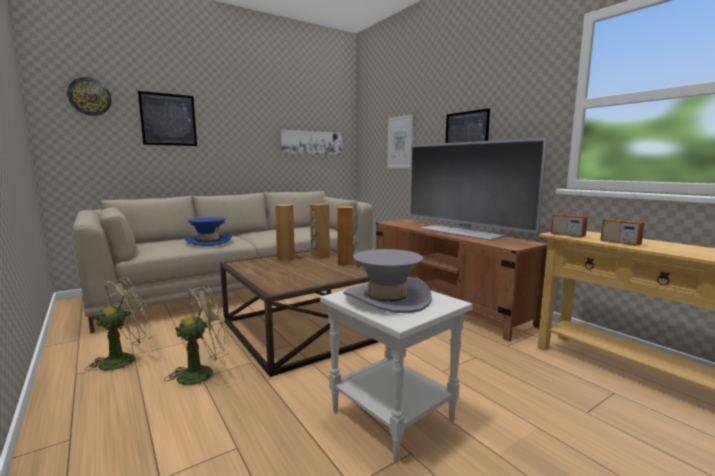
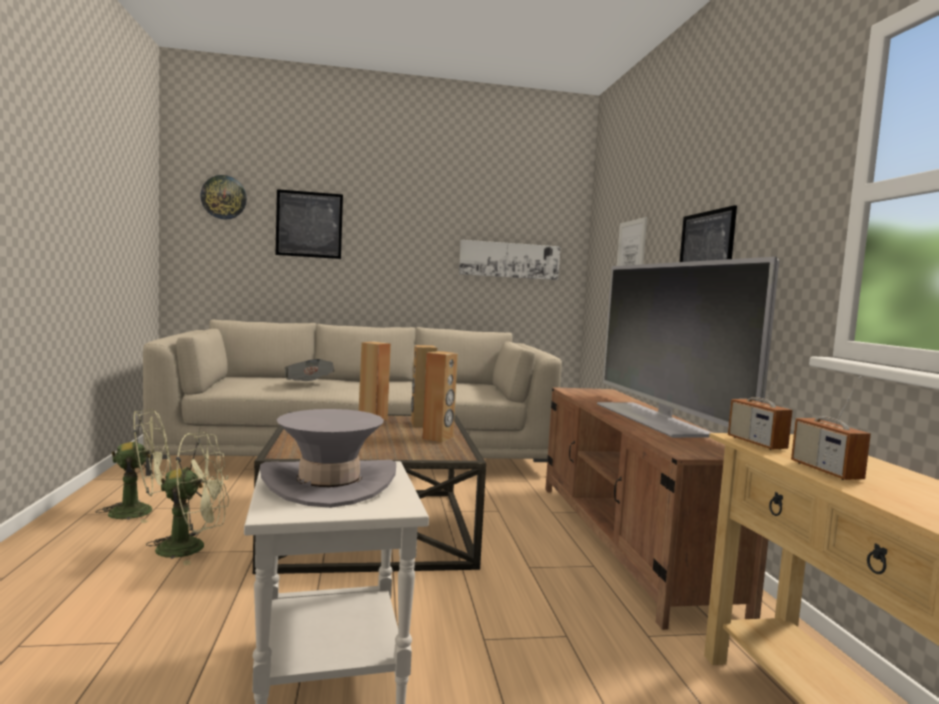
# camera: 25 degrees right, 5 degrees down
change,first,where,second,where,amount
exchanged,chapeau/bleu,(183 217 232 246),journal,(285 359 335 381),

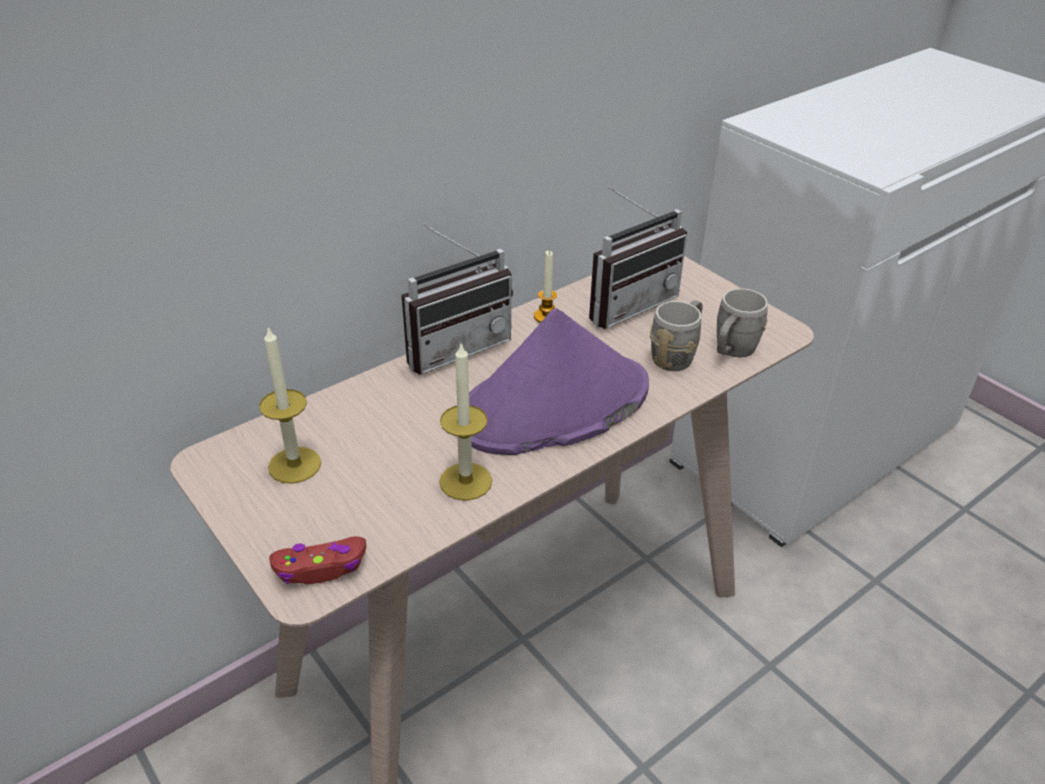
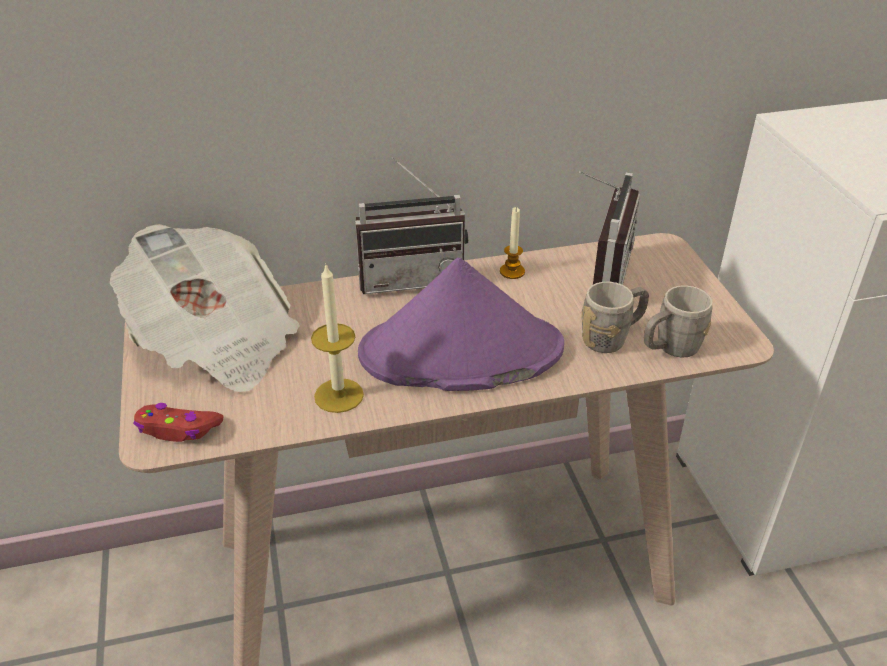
# camera: 25 degrees right, 0 degrees up
change,first,where,second,where,amount
exchanged,bougie,(259 326 321 484),journal,(110 224 300 392),
spun,radio,(589 186 687 329),,(579 171 640 285),60 degrees counterclockwise

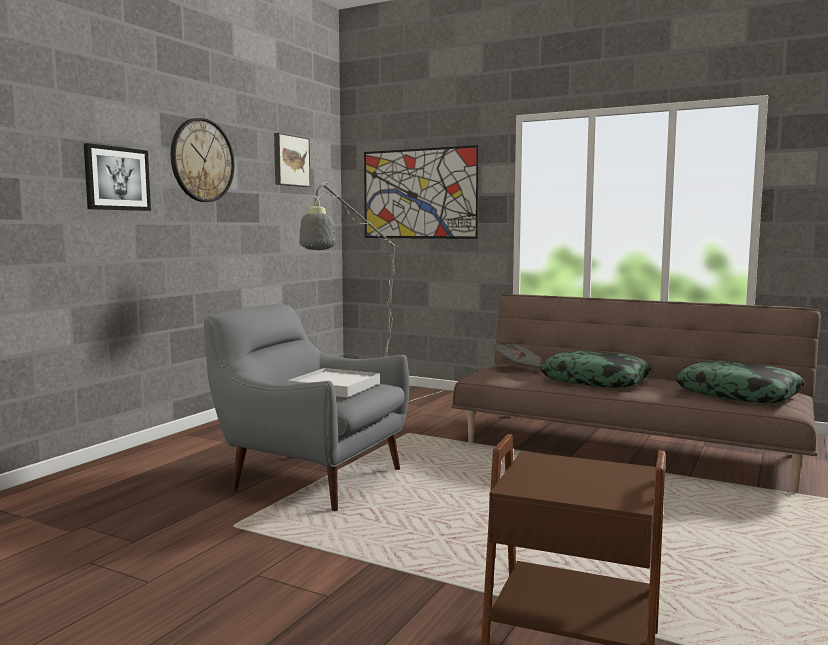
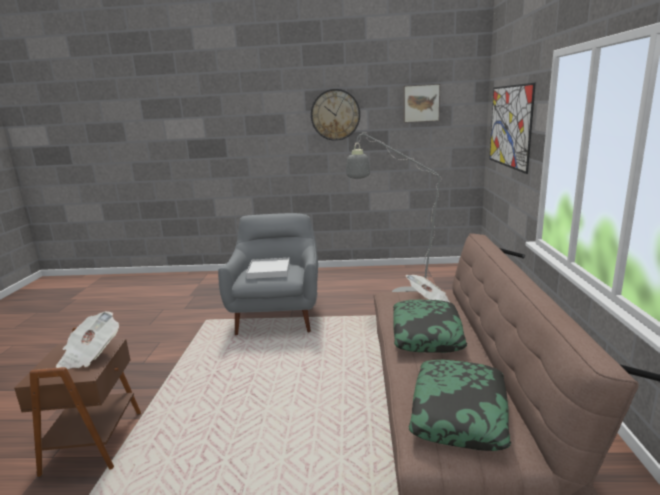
# camera: 65 degrees right, 10 degrees up
change,first,where,second,where,amount
appeared,,,journal,(56 311 119 369),
missing,tableau,(84 143 151 211),,,

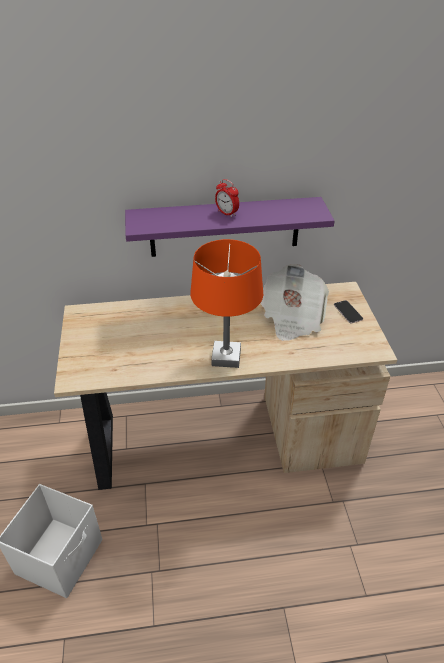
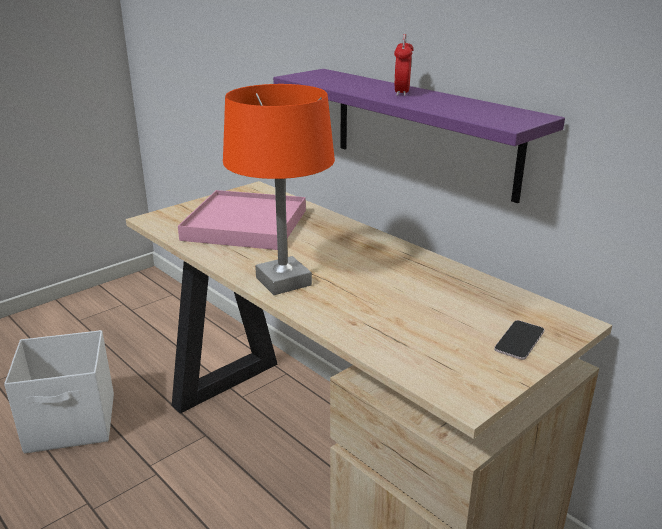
# camera: 55 degrees right, 15 degrees down
change,first,where,second,where,amount
appeared,,,plateau/rose,(178 190 306 250),
missing,journal,(261 264 329 341),,,

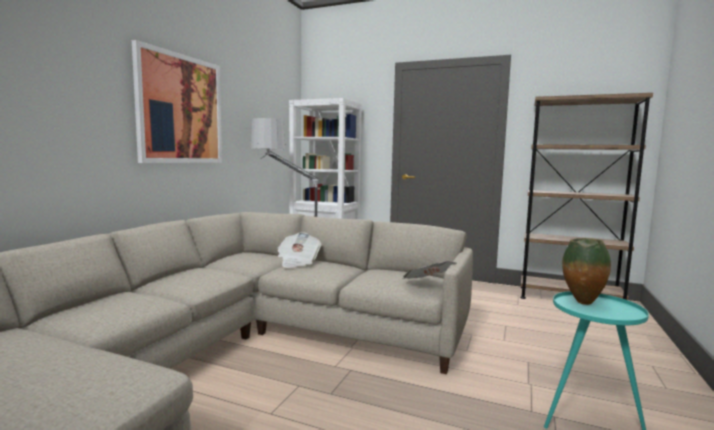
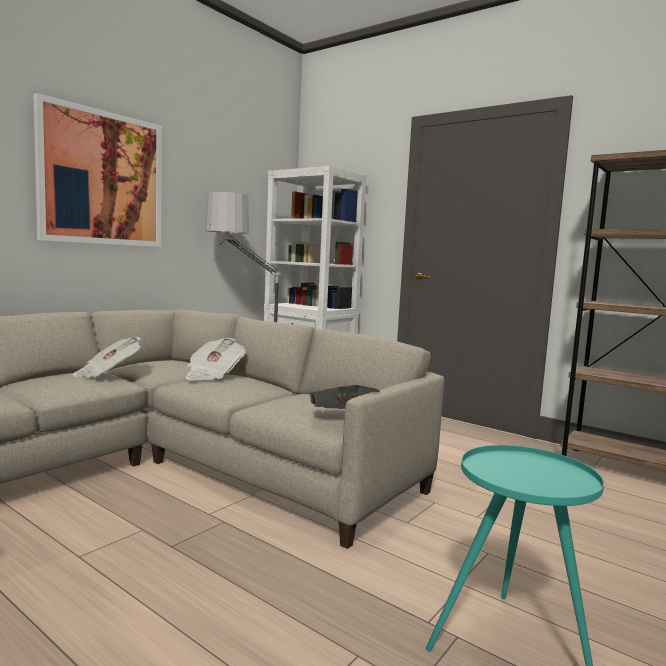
# camera: 15 degrees right, 0 degrees up
change,first,where,second,where,amount
appeared,,,journal,(72 337 141 378),
missing,vase,(562 238 611 305),,,

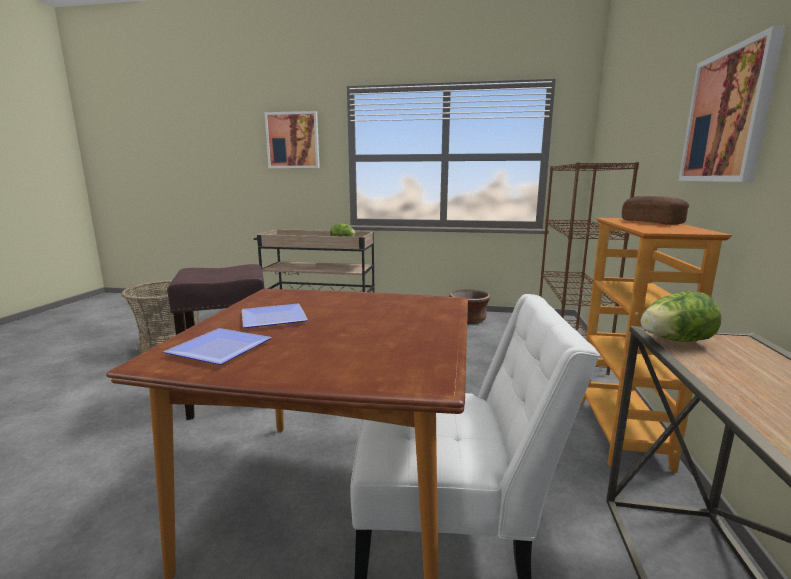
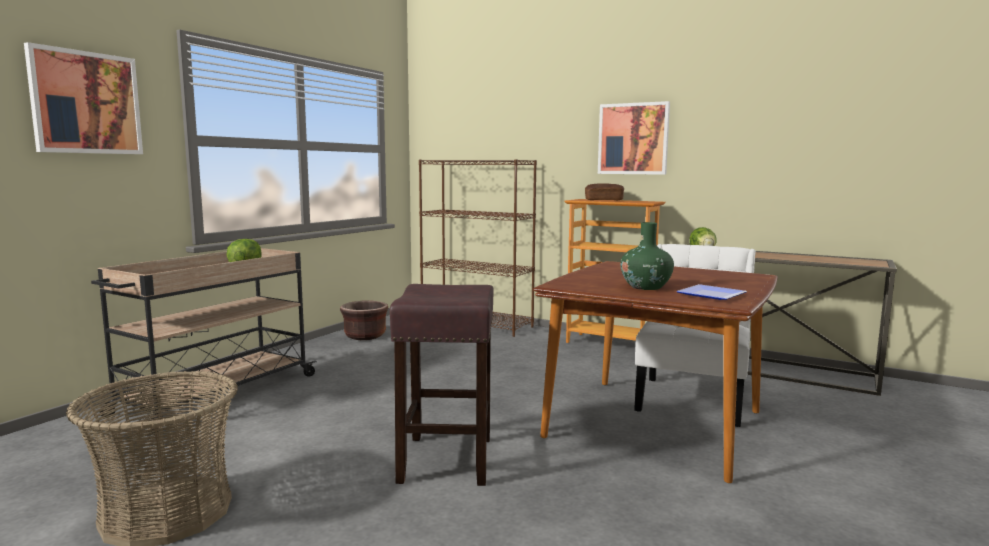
# camera: 70 degrees left, 5 degrees down
change,first,where,second,where,amount
exchanged,assiette,(242 304 308 328),vase/vert,(621 222 674 290),

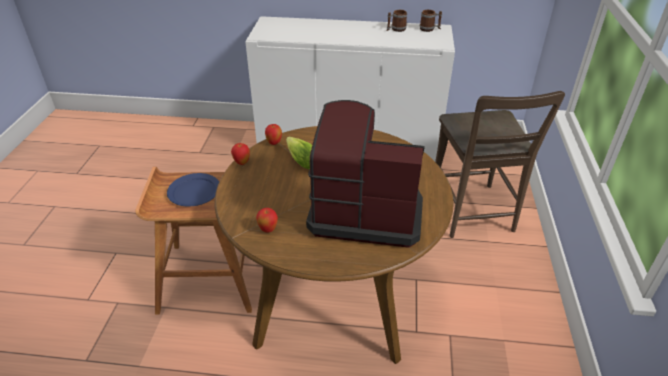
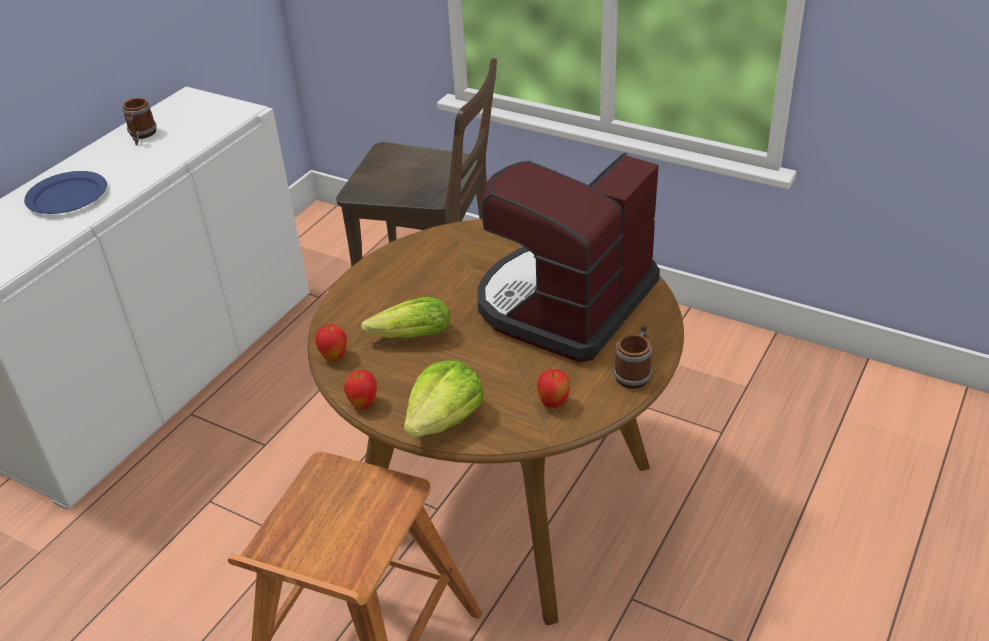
# camera: 65 degrees left, 0 degrees up
change,first,where,second,where,amount
relocated,assiette/bleu,(167 173 219 207),,(24 171 107 214),
appeared,,,laitue,(404 360 483 438),
relocated,mug,(420 10 442 32),,(613 324 652 389),

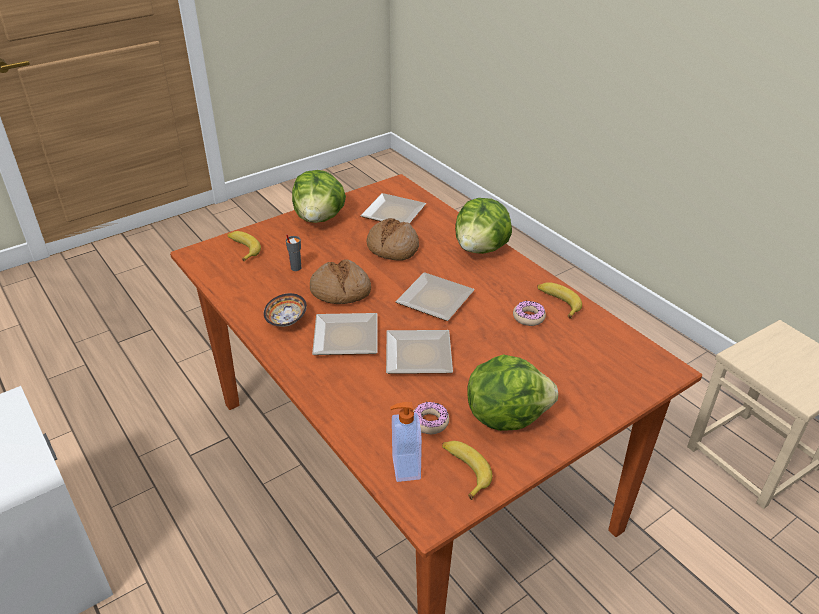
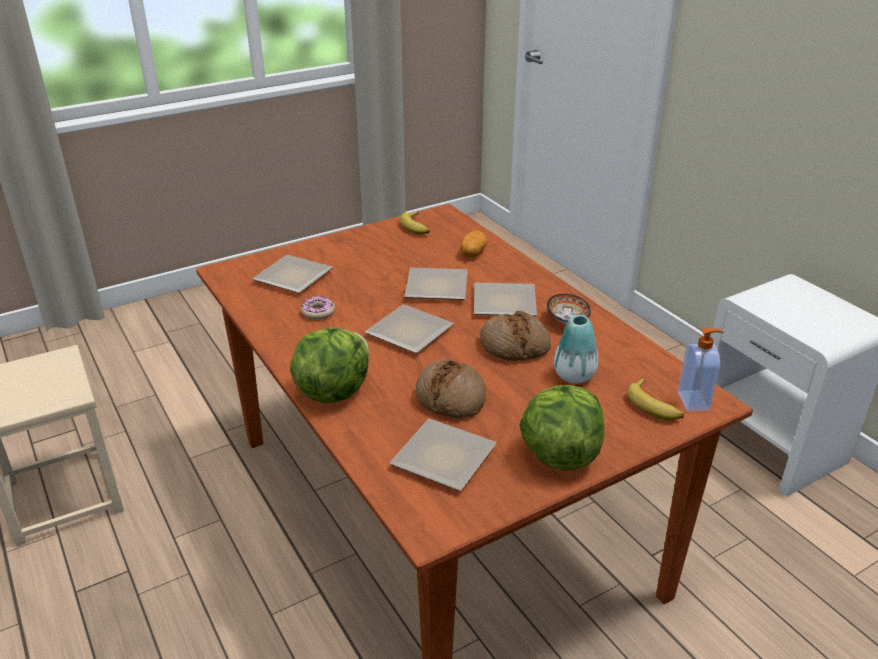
# camera: 175 degrees left, 5 degrees down
change,first,where,second,where,amount
appeared,,,assiette,(252 255 333 293),
appeared,,,pomme de terre,(461 230 488 257),
exchanged,tasse/gris,(286 234 301 271),vase,(554 315 598 383),
relocated,distributeur de savon,(390 402 422 482),,(678 328 723 411),
missing,beignet,(413 402 449 434),,,
missing,laitue,(467 354 558 431),,,
missing,banane,(537 282 582 319),,,

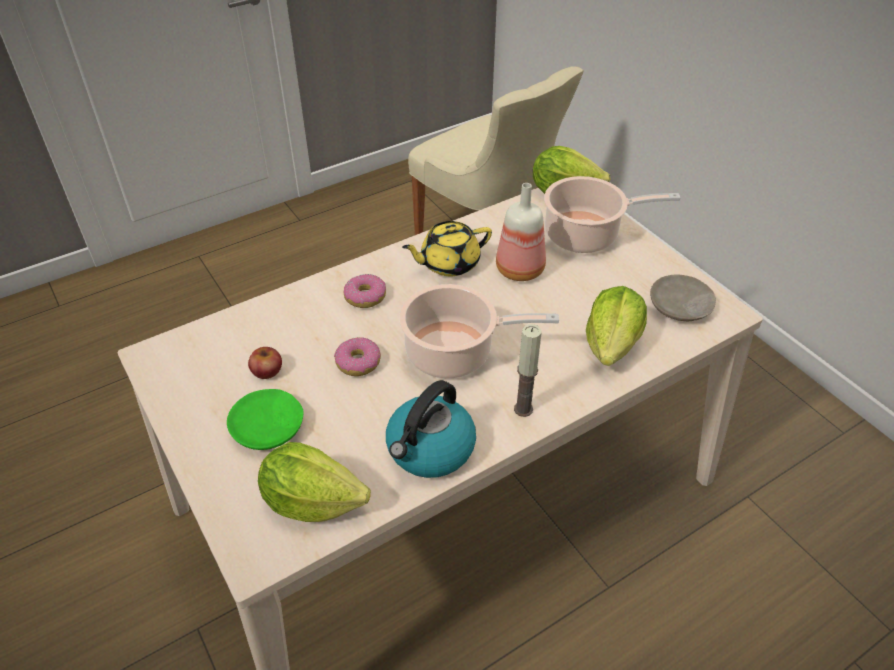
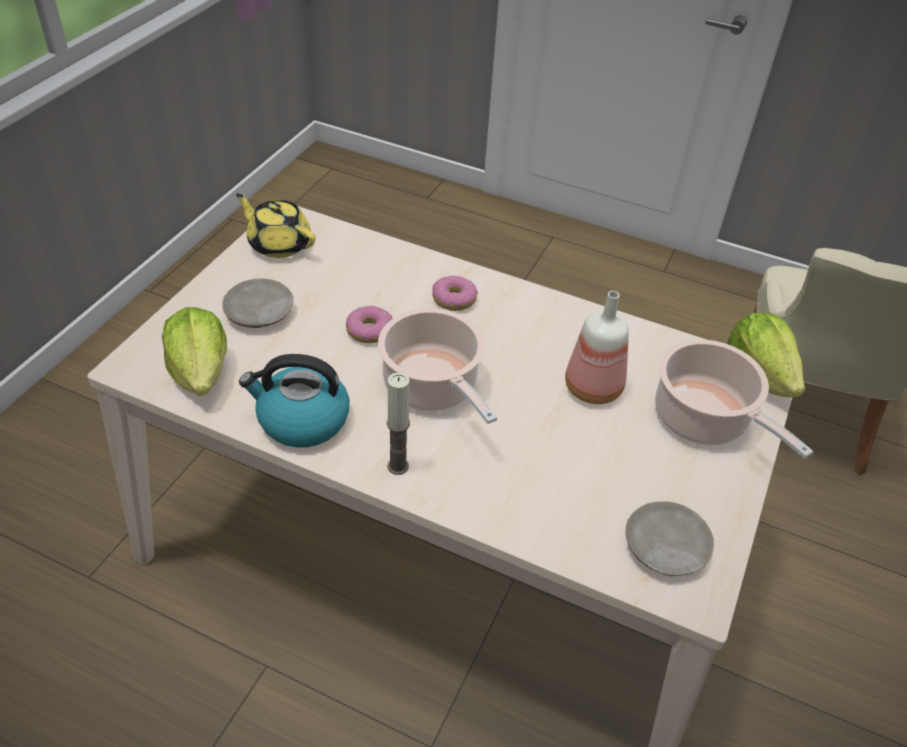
# camera: 55 degrees right, 0 degrees up
change,first,where,second,where,amount
colour,assiette/vert,(227 389 304 450),assiette/beige,(222 278 293 328),
relocated,théière/jaune,(402 221 492 276),,(236 194 315 258),
missing,pomme,(248 347 282 379),,,
missing,laitue,(586 286 647 366),,,

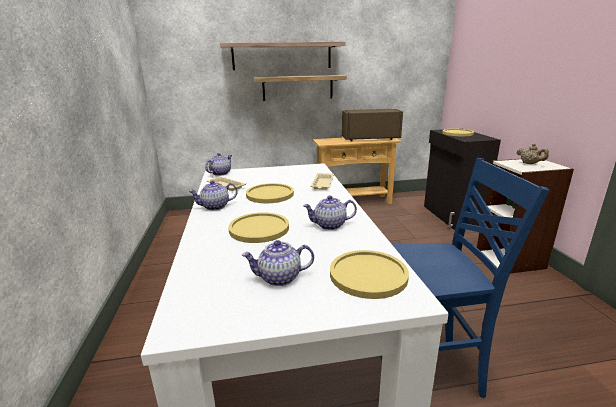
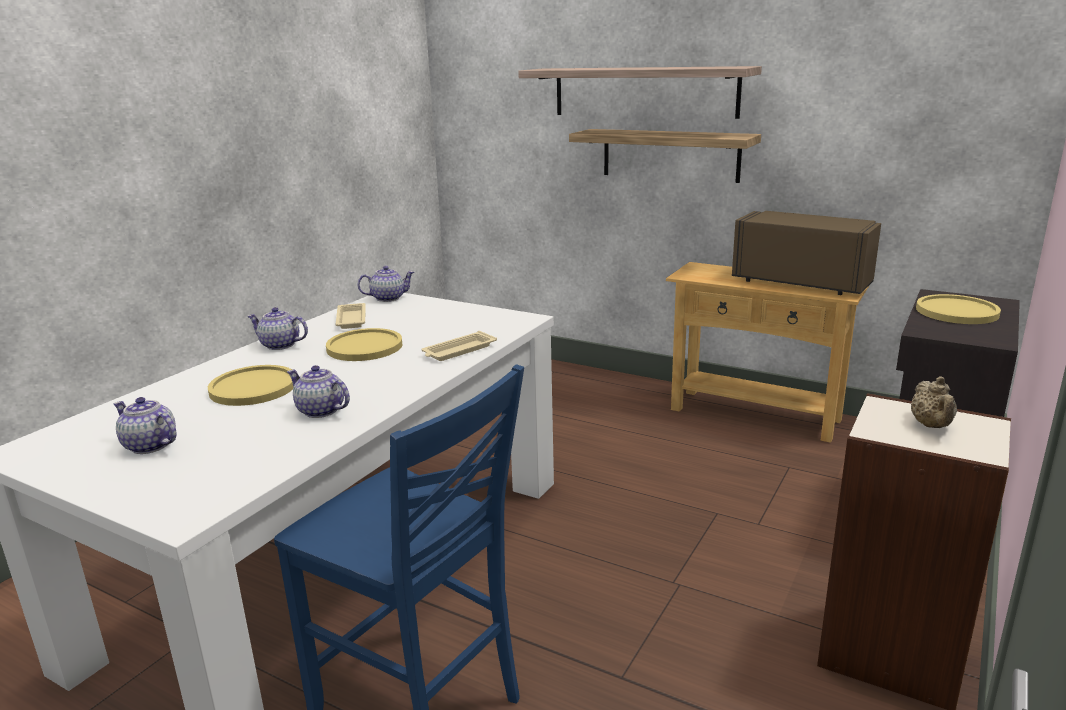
# camera: 40 degrees right, 0 degrees up
change,first,where,second,where,amount
missing,assiette/jaune,(330 250 409 299),,,

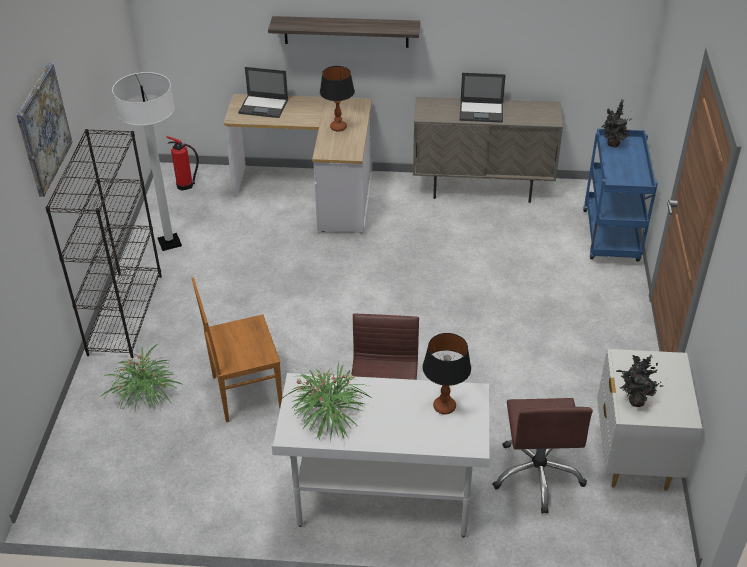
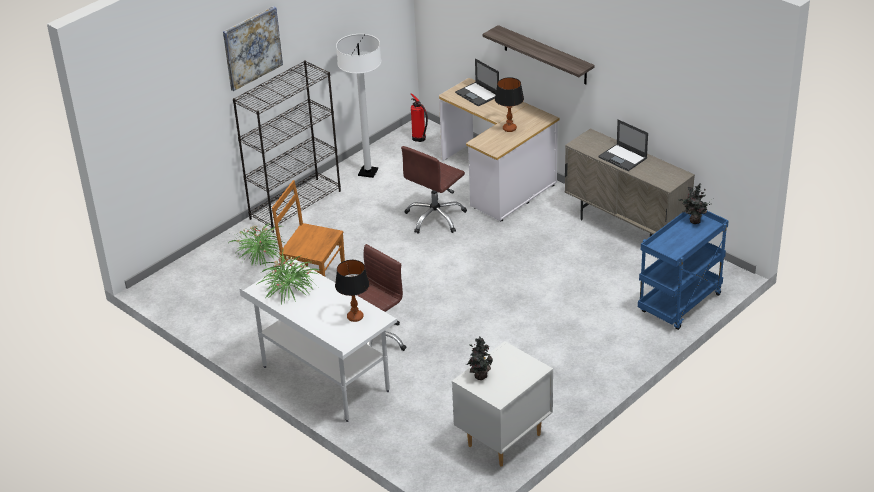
# camera: 40 degrees right, 5 degrees down
change,first,where,second,where,amount
relocated,chaise de bureau/marron,(493 398 593 514),,(401 146 467 234),

